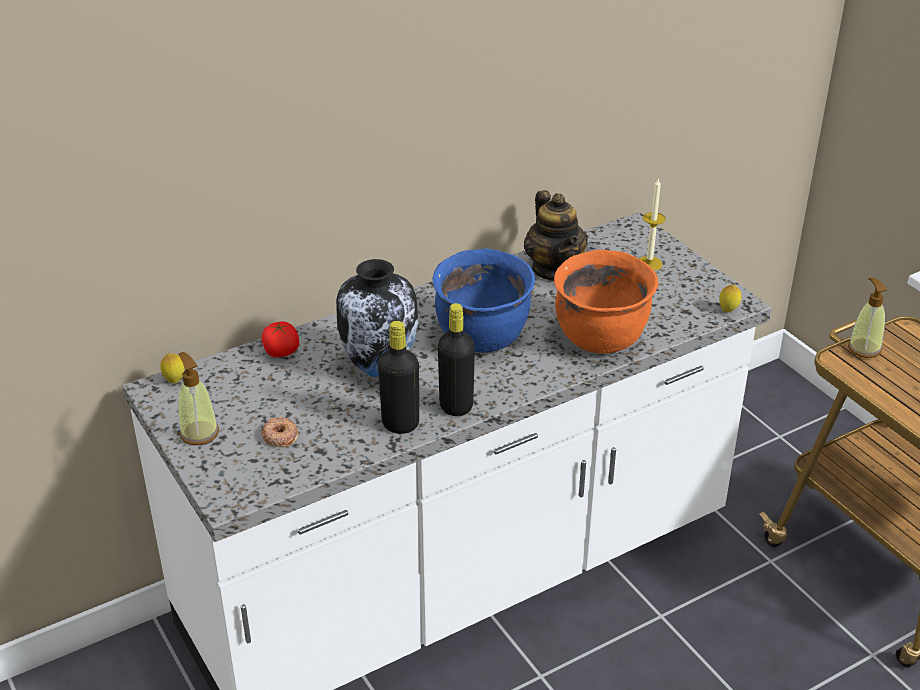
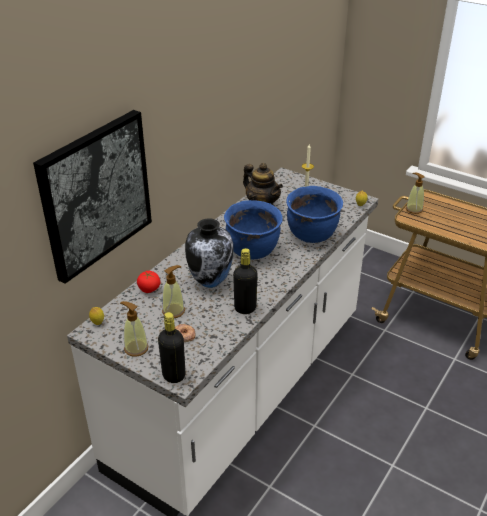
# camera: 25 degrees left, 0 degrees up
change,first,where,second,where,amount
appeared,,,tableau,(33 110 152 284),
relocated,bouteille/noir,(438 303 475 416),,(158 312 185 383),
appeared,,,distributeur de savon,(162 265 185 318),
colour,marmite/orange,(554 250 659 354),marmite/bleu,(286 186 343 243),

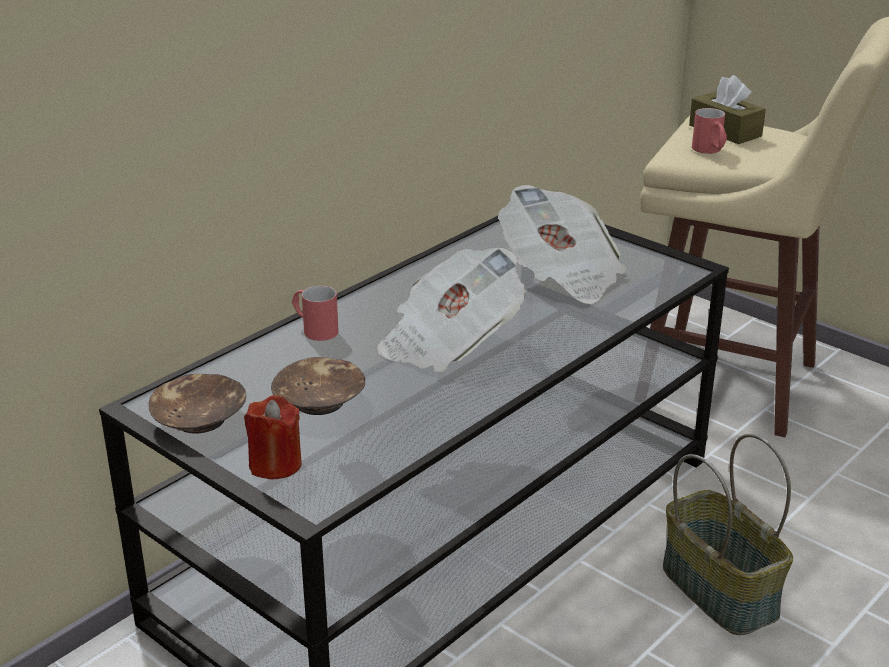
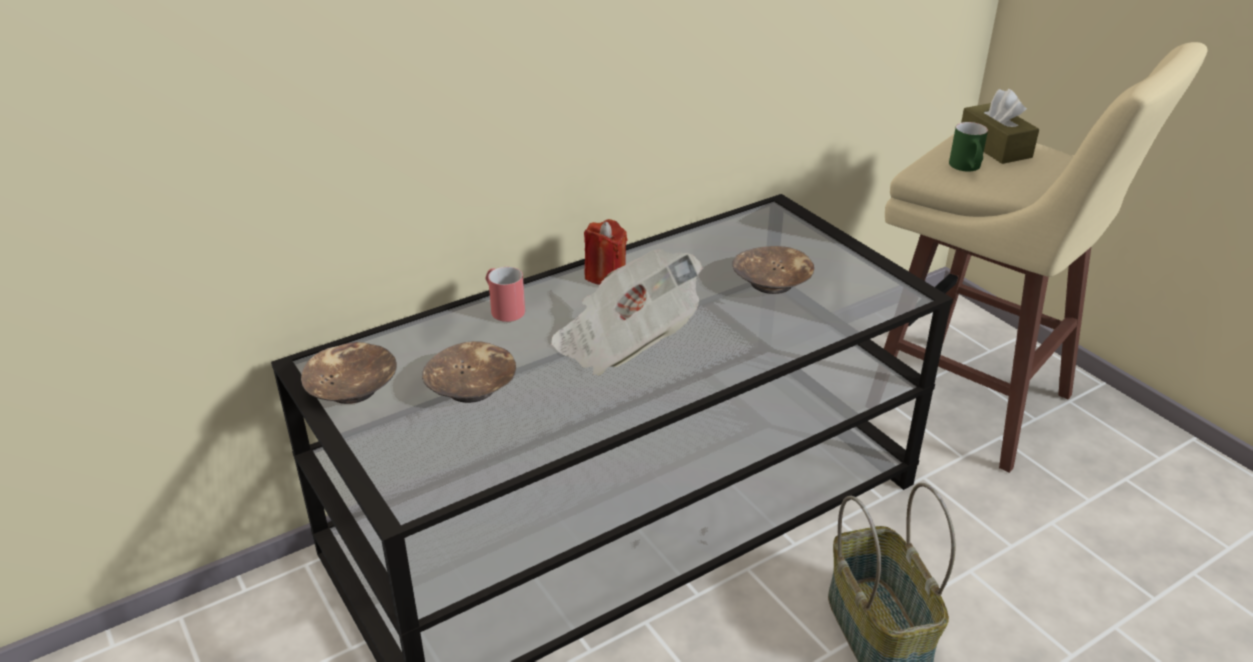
# camera: 15 degrees right, 5 degrees up
change,first,where,second,where,amount
relocated,bougie/rouge,(244 395 302 479),,(584 219 628 285),
exchanged,journal,(498 185 627 304),bol/marron,(733 246 814 294),
colour,mug/rouge,(692 108 727 154),mug/vert,(949 122 988 172),

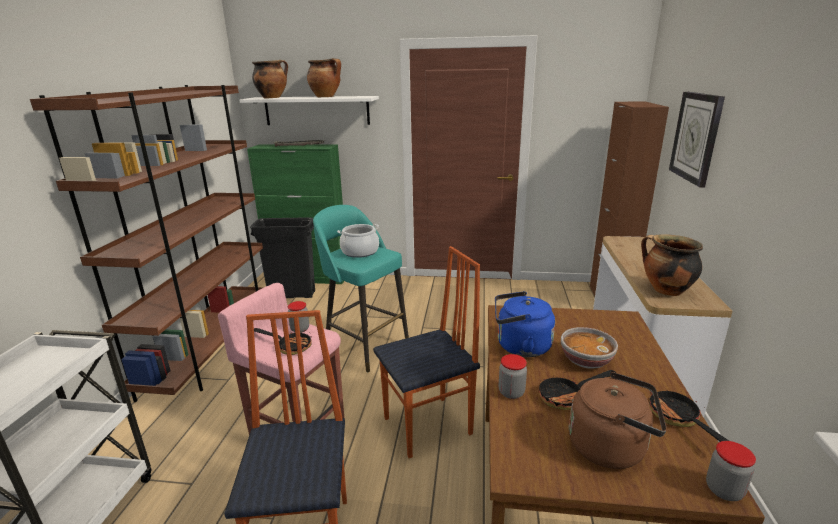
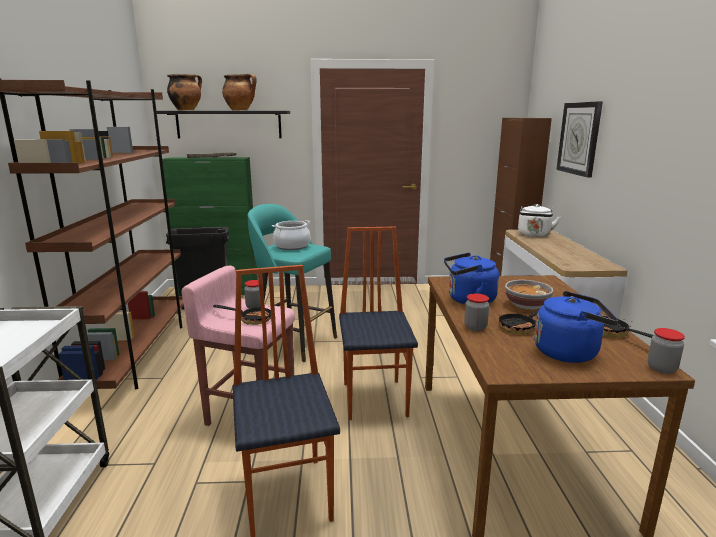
# camera: 10 degrees left, 5 degrees down
change,first,where,second,where,amount
colour,étagère/blanc,(240 96 379 125),étagère/noir,(157 111 290 138),
spun,chaise,(373 246 480 458),,(339 226 418 420),60 degrees counterclockwise
appeared,,,bouilloire/blanc,(518 204 560 237),
colour,bouilloire/marron,(569 372 667 469),bouilloire/bleu,(534 291 618 363),
missing,marmite,(641 234 703 296),,,

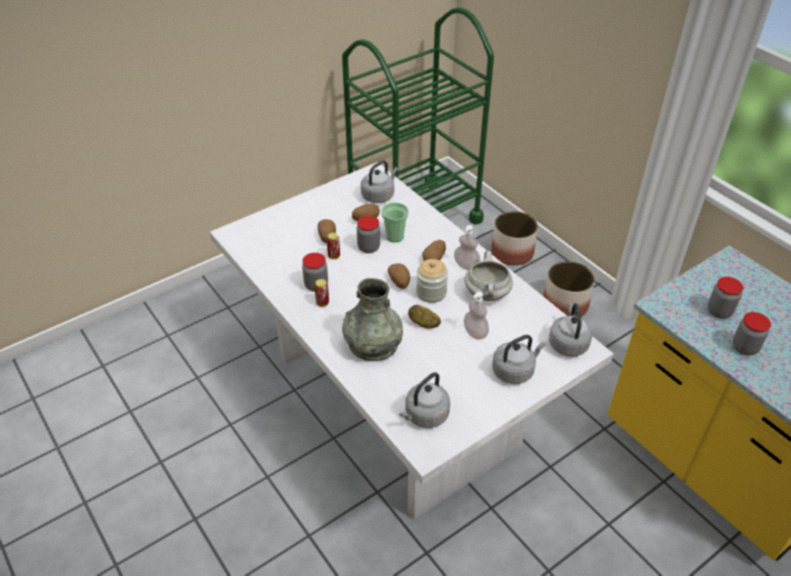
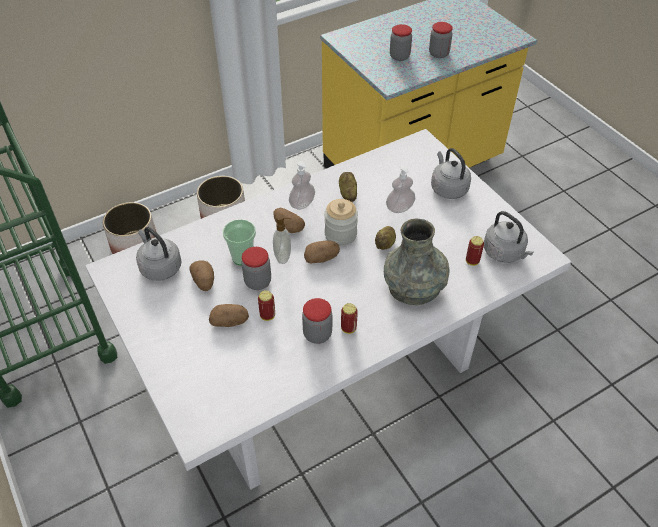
# camera: 85 degrees left, 5 degrees up
change,first,where,second,where,amount
appeared,,,distributeur de savon,(273 214 292 264),
exchanged,marmite/blanc,(464 251 513 301),pomme de terre,(339 172 357 202),
appeared,,,boîte métallique,(466 236 484 266),
missing,bouilloire/gris,(549 303 592 357),,,

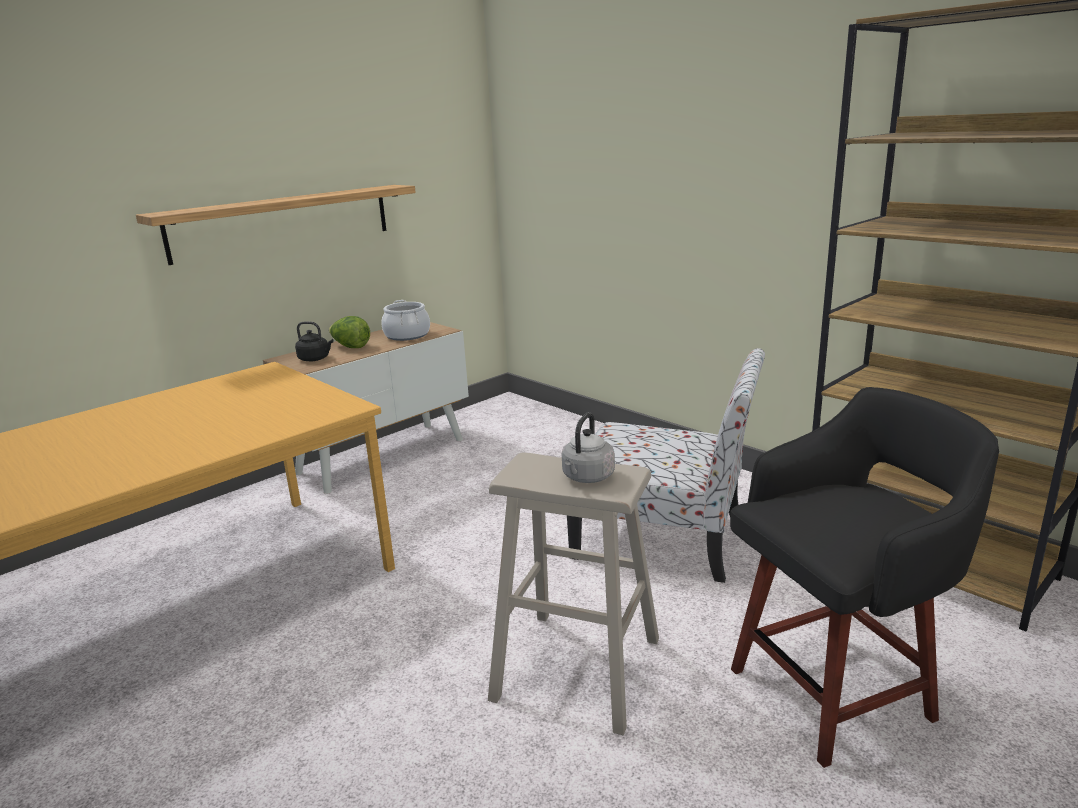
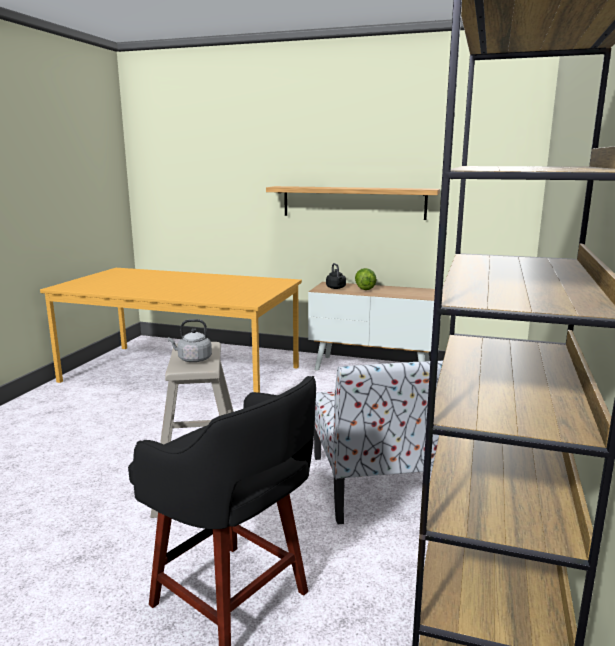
# camera: 60 degrees right, 5 degrees down
change,first,where,second,where,amount
missing,marmite,(381 300 430 341),,,

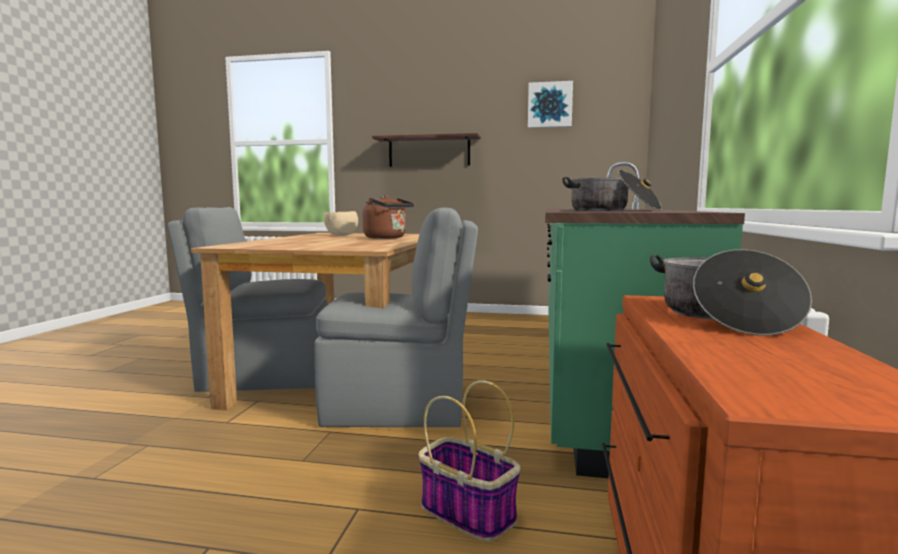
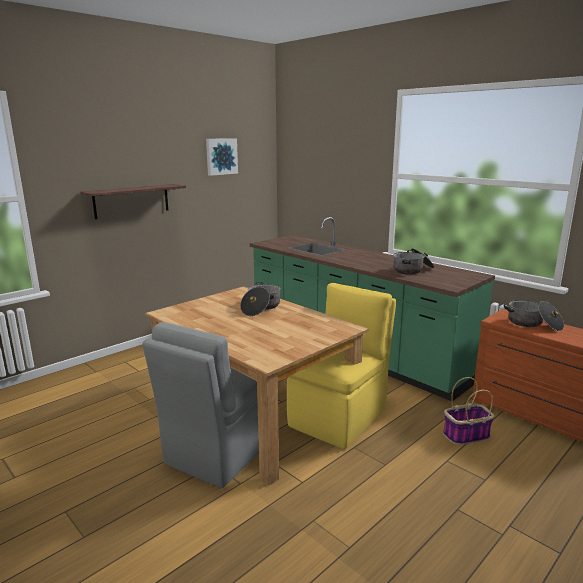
# camera: 55 degrees left, 10 degrees up
change,first,where,second,where,amount
exchanged,bouilloire/marron,(362 195 414 239),marmite,(240 282 281 316),
colour,chaise/gris,(314 207 478 427),chaise/jaune,(287 283 396 449),
missing,bol/beige,(324 211 358 236),,,

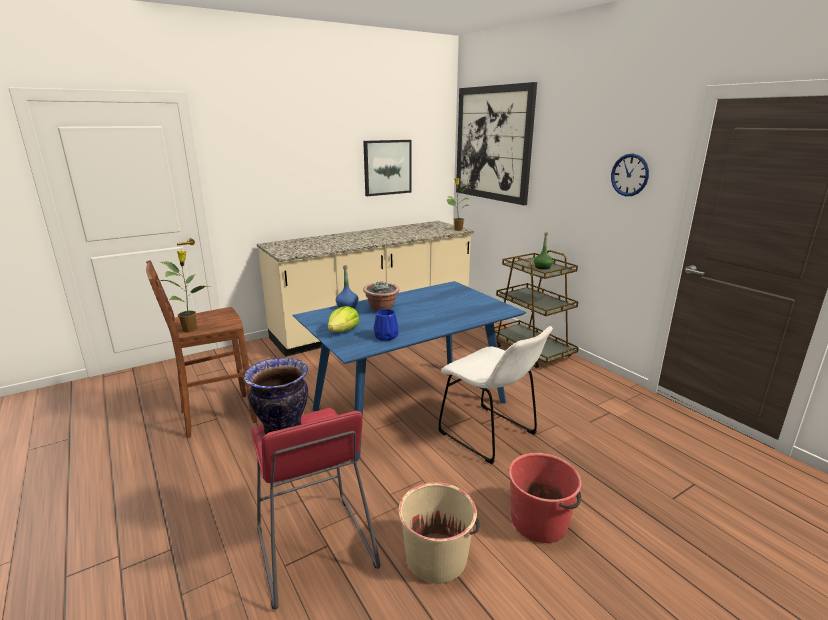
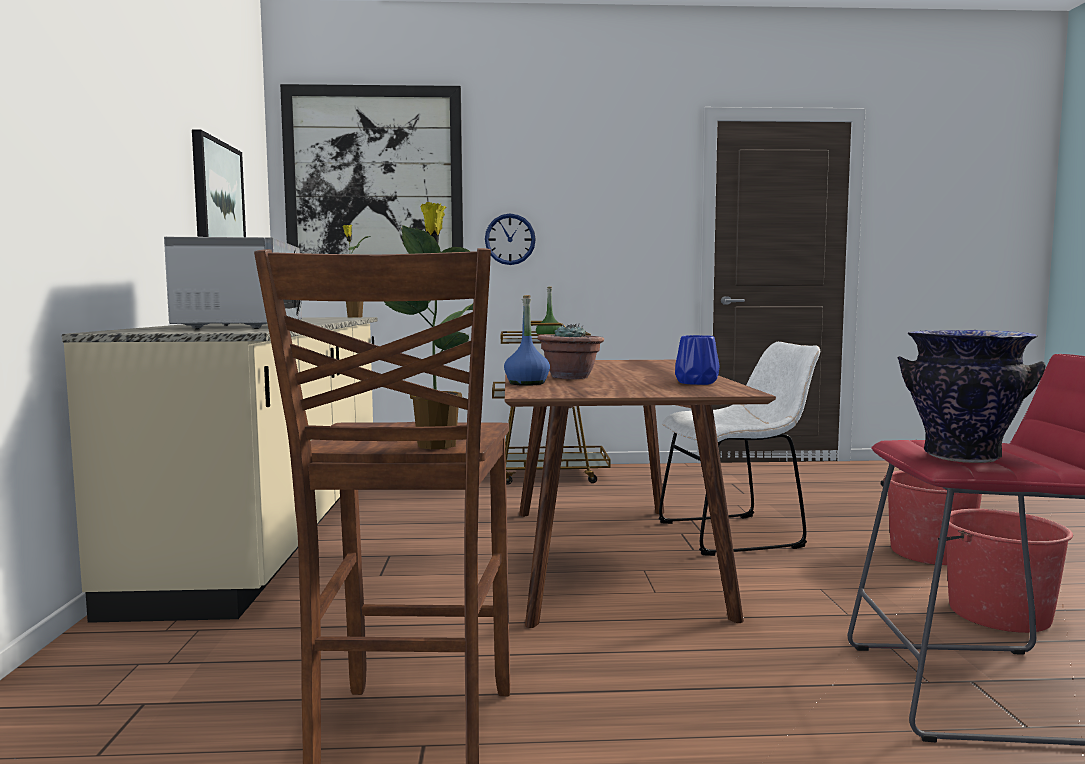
# camera: 60 degrees left, 15 degrees down
change,first,where,second,where,amount
appeared,,,micro-ondes,(164 237 302 330),
relocated,horloge murale,(611 154 649 196),,(485 214 536 265),
colour,table à manger/bleu,(293 281 526 462),table à manger/marron,(505 360 776 628),
colour,seau/beige,(399 482 480 584),seau/rouge,(938 509 1073 633),
missing,laitue,(328 306 360 332),,,

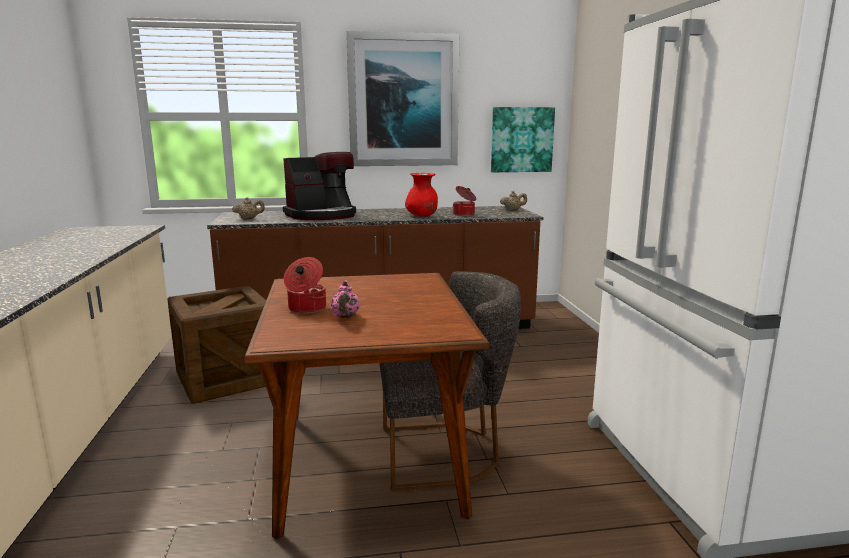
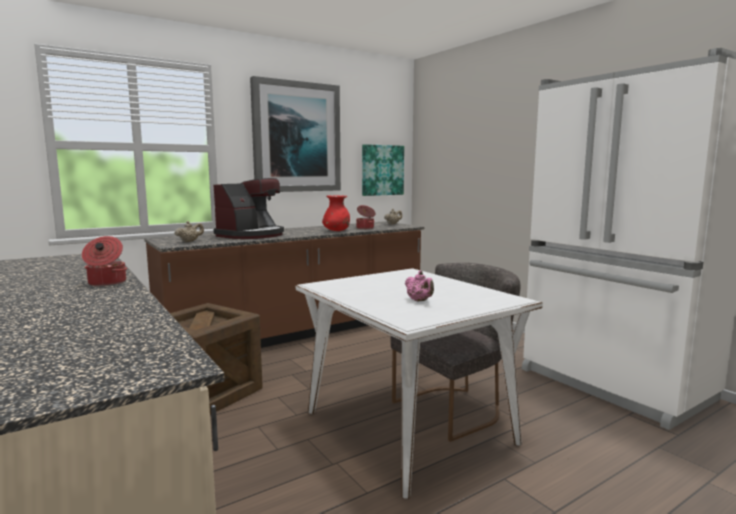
# camera: 25 degrees left, 5 degrees down
change,first,where,second,where,amount
relocated,marmite,(283 257 326 314),,(82 236 127 286),
colour,table à manger/marron,(244 273 489 539),table à manger/blanc,(296 268 543 499),

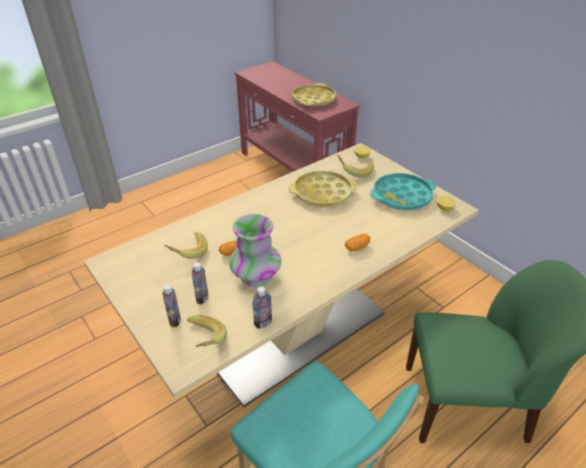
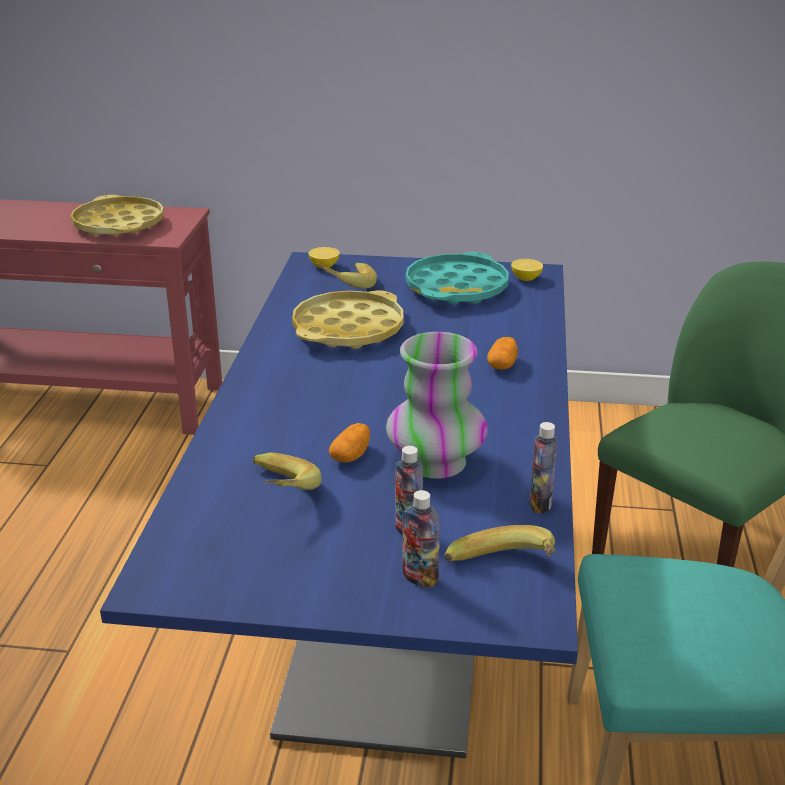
# camera: 45 degrees left, 10 degrees down
change,first,where,second,where,amount
colour,table à manger/beige,(84 143 479 407),table à manger/bleu,(100 252 578 758),

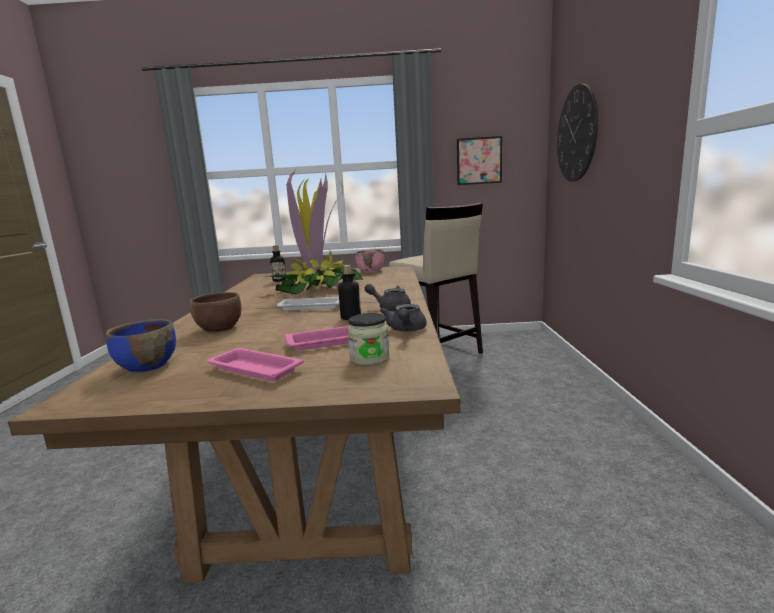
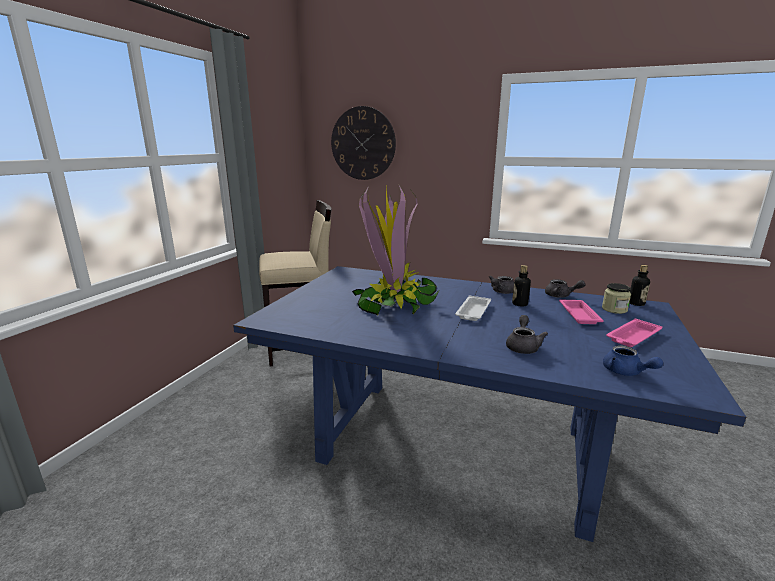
# camera: 70 degrees left, 5 degrees up
change,first,where,second,where,amount
colour,table à manger/marron,(8 265 460 583),table à manger/bleu,(233 266 746 542),
exchanged,bol/marron,(189 292 241 333),théière/gris,(506 315 548 354),
exchanged,bol/bleu,(106 319 176 372),théière/bleu,(603 345 663 376),
relocated,bouteille,(270 245 286 282),,(629 265 650 306),
missing,bol/rose,(355 250 384 272),,,
missing,tableau,(457 136 502 185),,,

